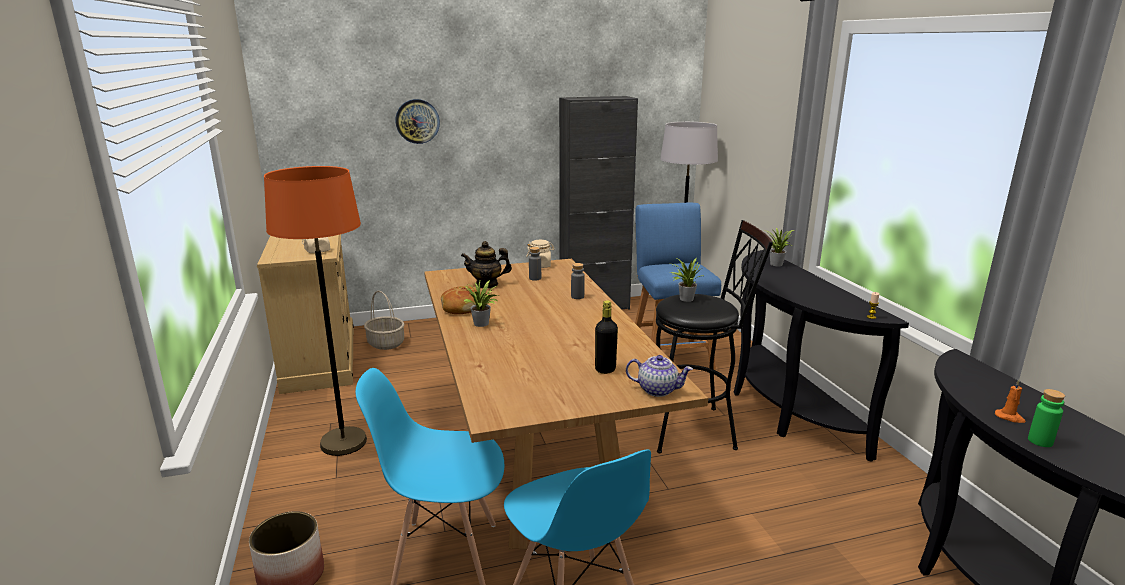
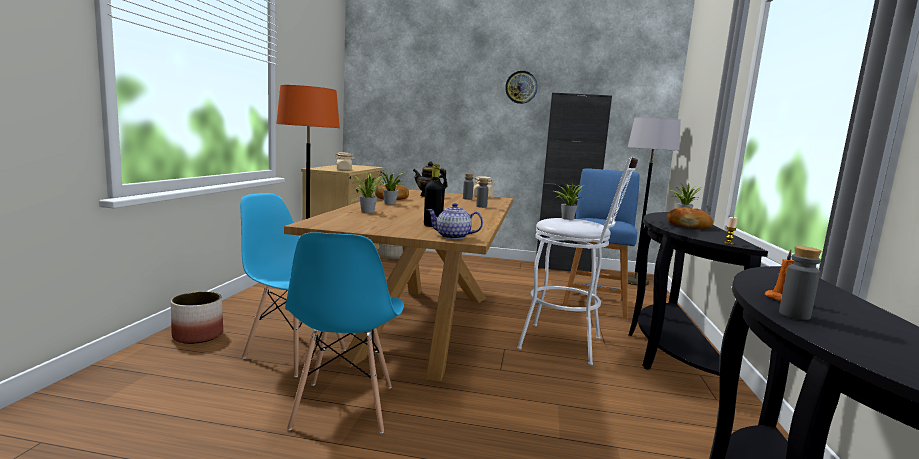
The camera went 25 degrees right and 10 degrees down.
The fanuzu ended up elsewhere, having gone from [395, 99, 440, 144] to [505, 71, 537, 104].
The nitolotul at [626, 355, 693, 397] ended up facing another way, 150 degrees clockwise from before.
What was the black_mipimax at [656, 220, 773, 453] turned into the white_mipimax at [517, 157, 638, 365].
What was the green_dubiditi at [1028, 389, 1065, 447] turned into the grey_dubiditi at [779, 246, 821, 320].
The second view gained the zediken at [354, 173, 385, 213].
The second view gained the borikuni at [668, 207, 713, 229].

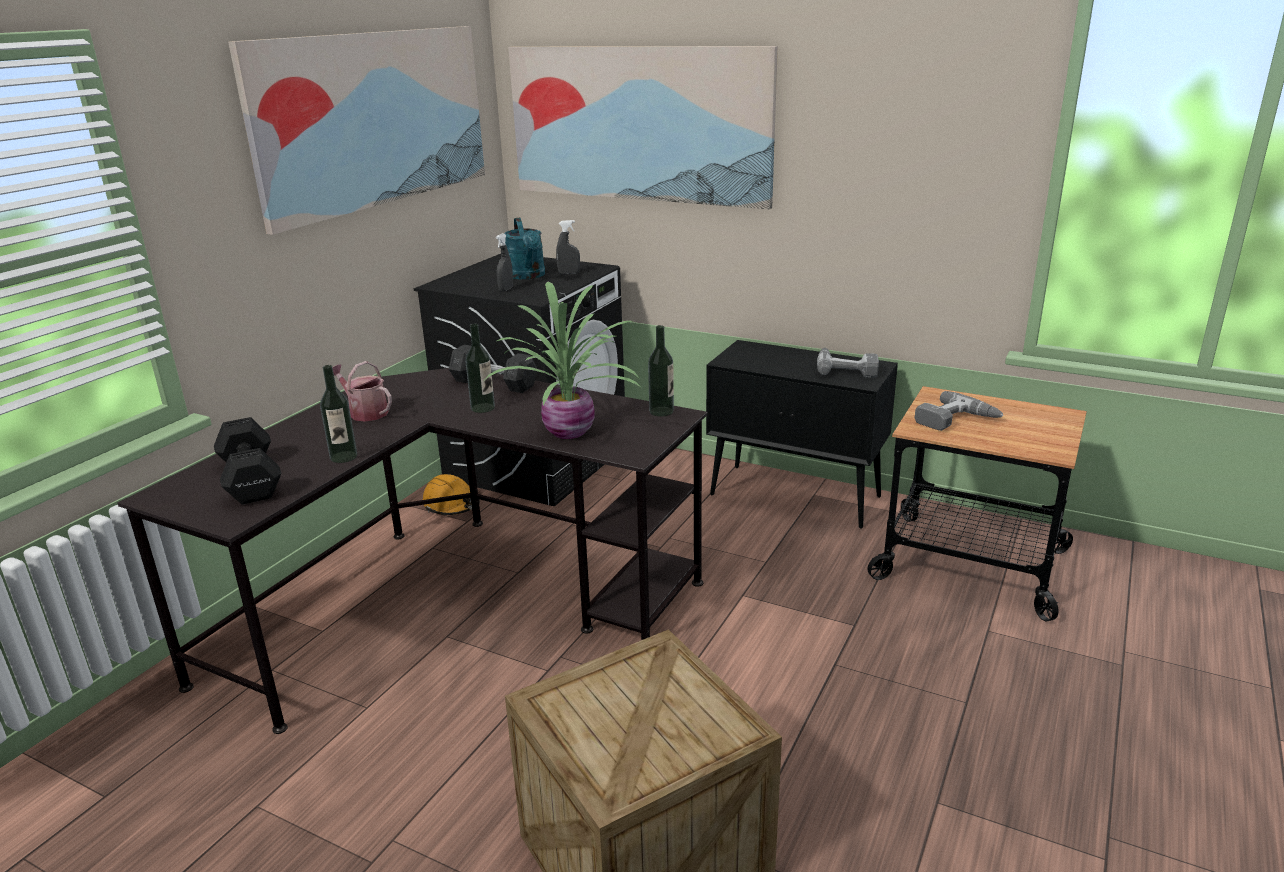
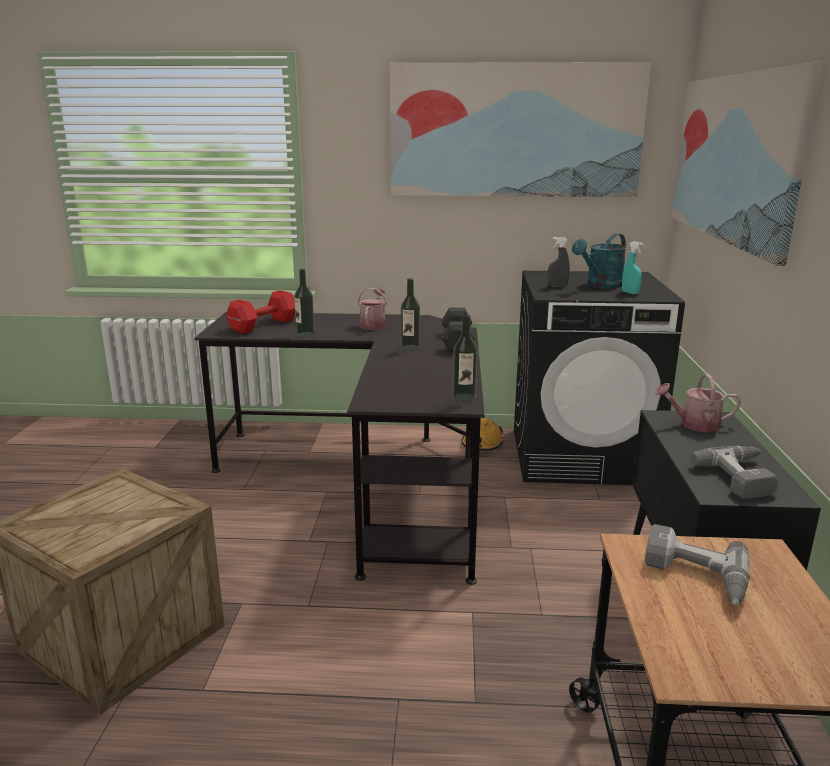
The camera went 65 degrees right and 5 degrees down.
What was the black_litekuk at [214, 417, 282, 505] turned into the red_litekuk at [226, 290, 295, 333].
The second view lost the zediken at [485, 281, 642, 439].
What was the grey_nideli at [556, 220, 580, 274] turned into the turquoise_nideli at [622, 241, 643, 294].
The second view gained the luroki at [655, 373, 741, 433].

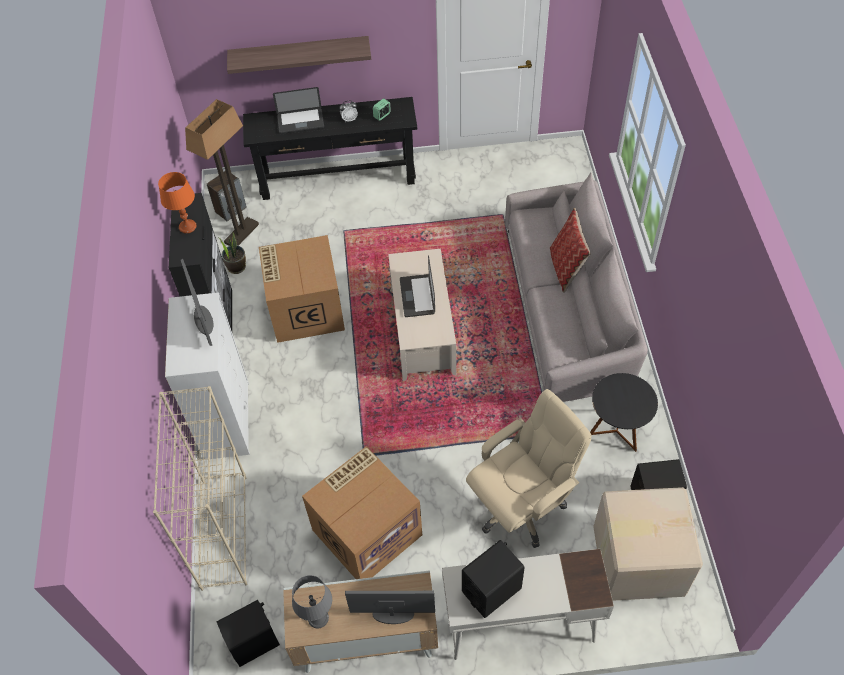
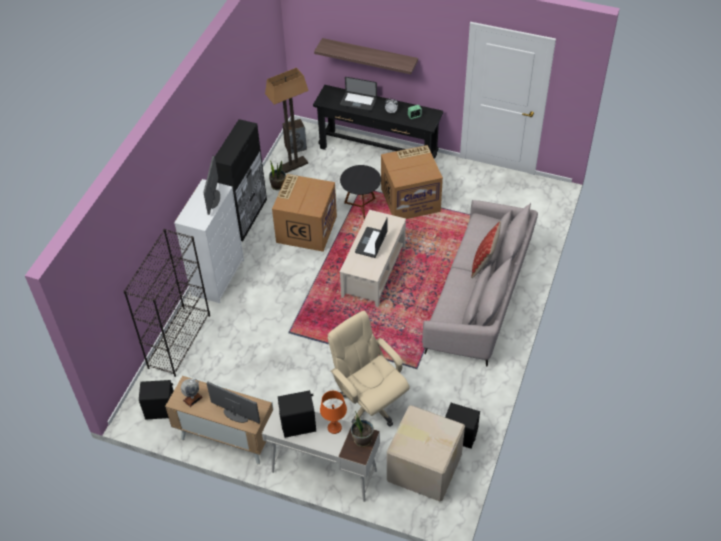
The camera went 25 degrees right and 5 degrees down.
What was the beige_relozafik at [153, 386, 247, 591] turned into the black_relozafik at [124, 229, 210, 377].
The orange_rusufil ended up elsewhere, having gone from [158, 172, 196, 234] to [320, 391, 347, 434].
Where the grey_rusufil stood at [292, 575, 332, 628], the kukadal came to stand at [181, 379, 203, 407].
The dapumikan ended up elsewhere, having gone from [302, 446, 422, 579] to [381, 145, 443, 219].
The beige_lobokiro at [466, 389, 592, 548] ended up facing another way, 120 degrees counterclockwise from before.
The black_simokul ended up elsewhere, having gone from [590, 373, 658, 452] to [340, 165, 381, 220].
The second view gained the zediken at [351, 411, 374, 447].

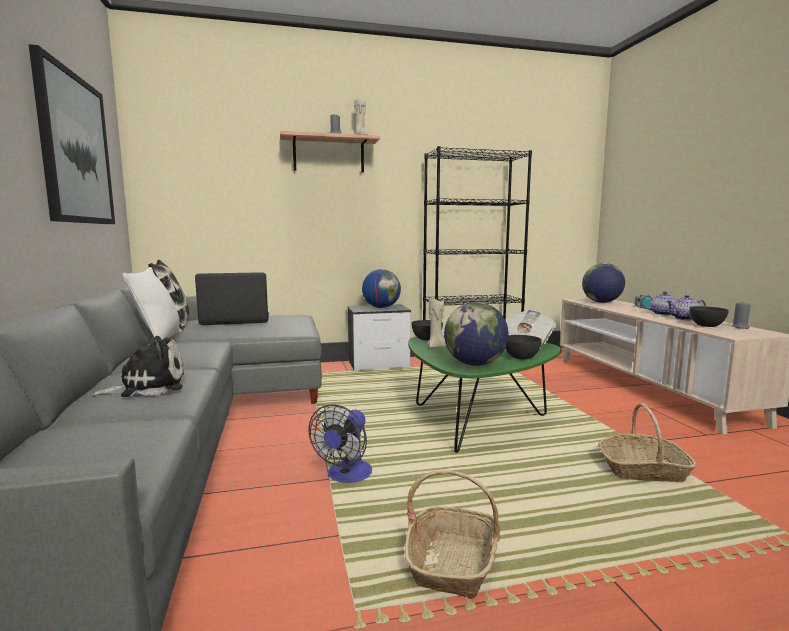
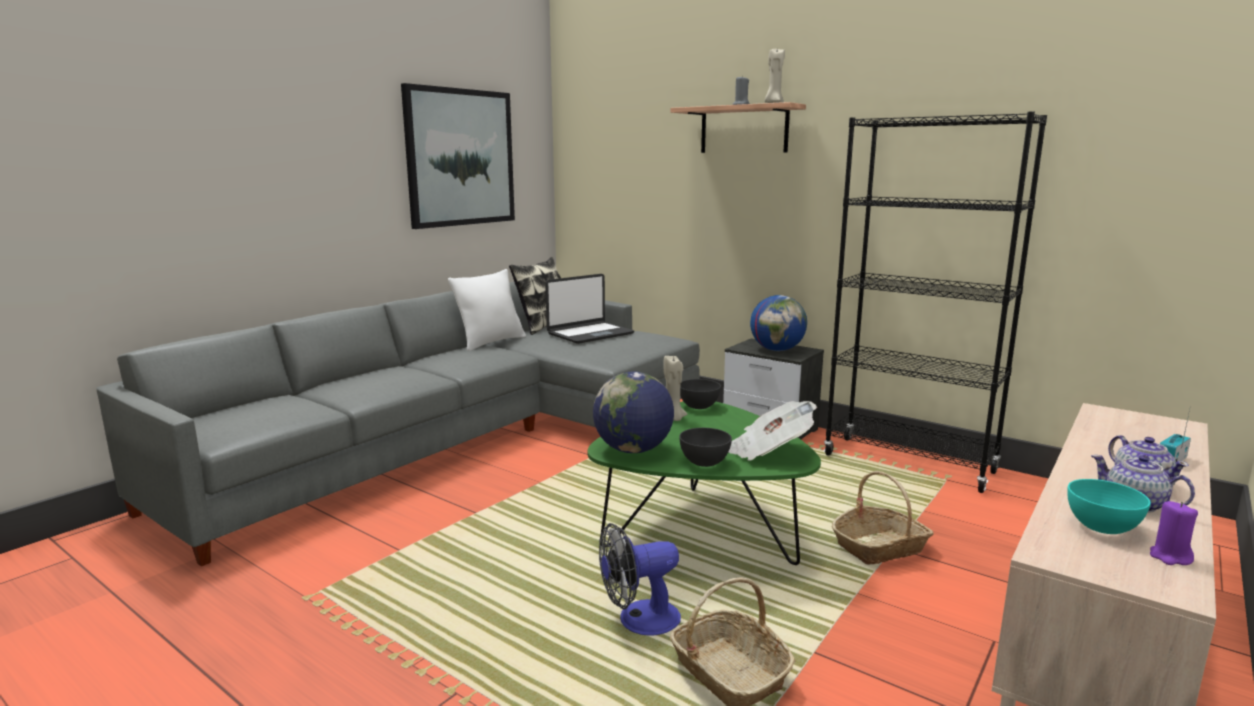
The camera went 50 degrees right and 5 degrees up.
The second view lost the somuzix at [91, 336, 184, 397].
The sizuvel at [195, 272, 269, 325] ended up facing another way, 105 degrees clockwise from before.
The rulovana ended up elsewhere, having gone from [308, 404, 372, 483] to [599, 523, 681, 636].
The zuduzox ended up elsewhere, having gone from [405, 470, 500, 599] to [832, 471, 934, 565].
The second view lost the kukadal at [582, 263, 625, 303].
What was the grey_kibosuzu at [690, 306, 729, 327] turned into the turquoise_kibosuzu at [1067, 479, 1151, 534].
What was the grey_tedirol at [731, 301, 751, 329] turned into the purple_tedirol at [1150, 501, 1198, 565].

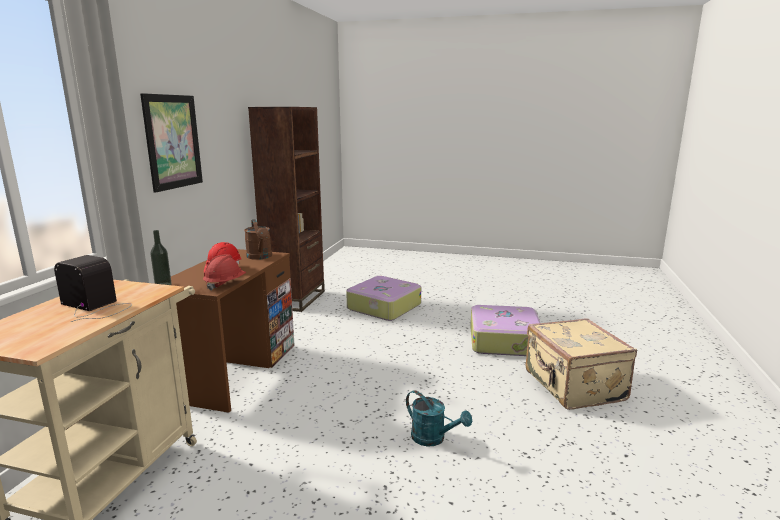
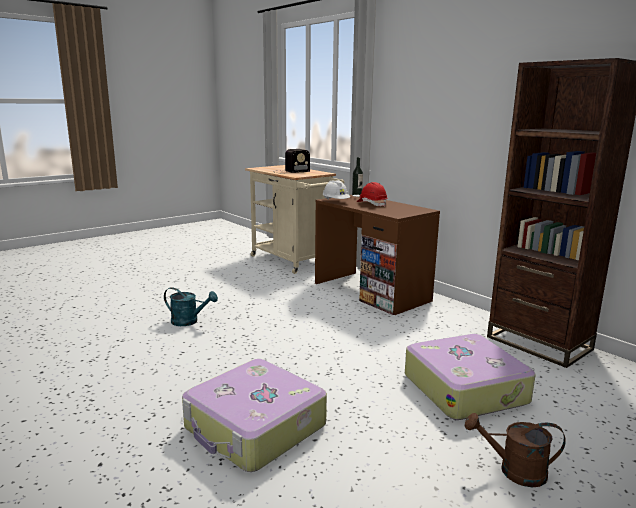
The camera went 125 degrees right and 0 degrees up.
The second view lost the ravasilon at [140, 93, 203, 193].
What was the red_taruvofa at [203, 254, 246, 290] turned into the white_taruvofa at [322, 180, 350, 200].
The brown_luroki ended up elsewhere, having gone from [244, 219, 272, 260] to [465, 413, 566, 487].
The turquoise_luroki at [406, 390, 472, 447] ended up facing another way, 150 degrees counterclockwise from before.
The second view lost the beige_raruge at [526, 318, 637, 410].

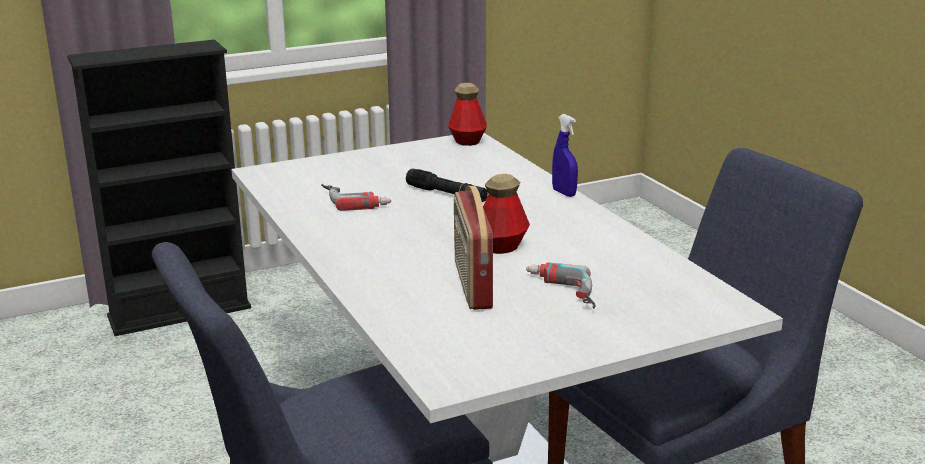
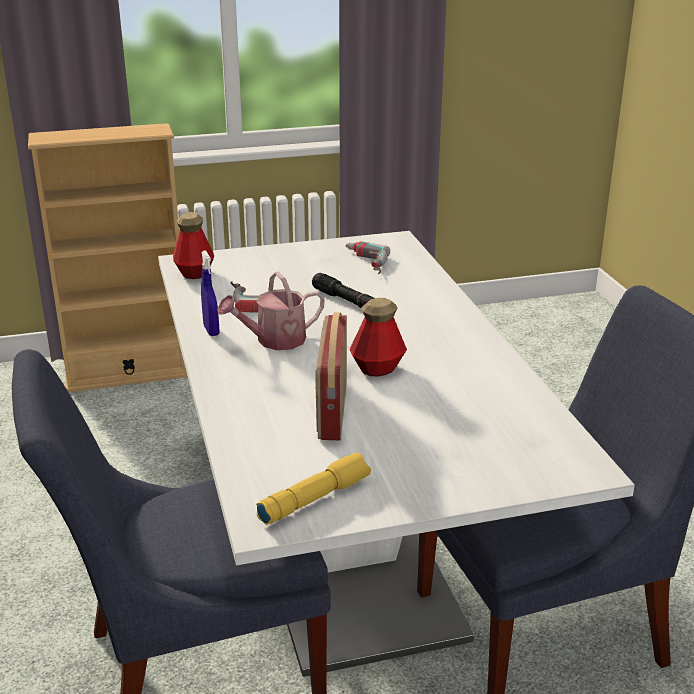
The camera went 10 degrees right and 5 degrees up.
What was the black_relozafik at [67, 40, 251, 336] turned into the beige_relozafik at [28, 123, 188, 392].
The dubiditi ended up elsewhere, having gone from [448, 83, 487, 146] to [173, 212, 214, 279].
The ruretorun ended up elsewhere, having gone from [526, 262, 596, 309] to [345, 241, 390, 274].
The blue_nideli ended up elsewhere, having gone from [552, 114, 578, 197] to [201, 250, 219, 336].
The second view gained the luroki at [217, 272, 325, 350].
The second view gained the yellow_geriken at [256, 453, 371, 525].

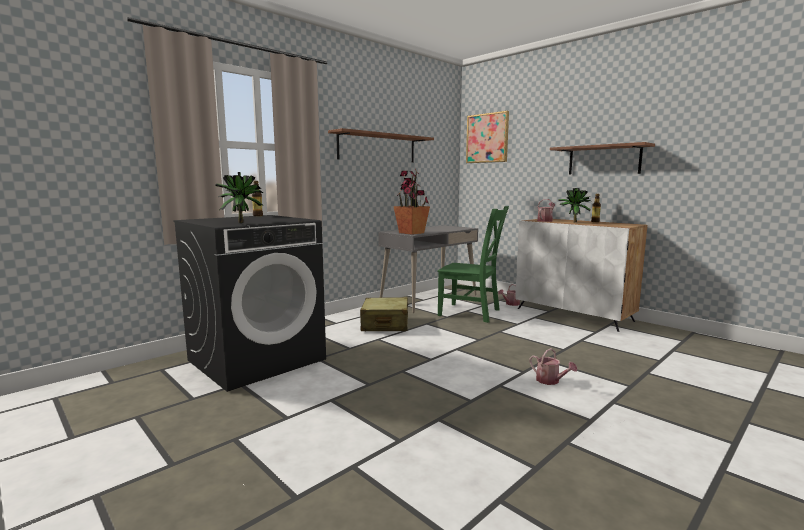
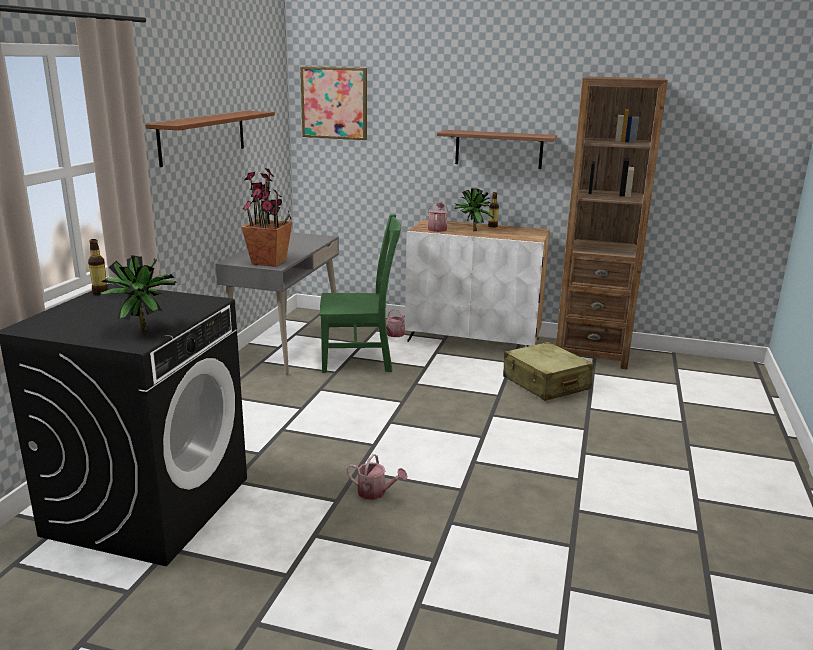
The camera went 30 degrees left and 10 degrees up.
The beige_raruge ended up elsewhere, having gone from [360, 297, 408, 331] to [503, 342, 594, 401].
The luroki ended up elsewhere, having gone from [530, 348, 578, 385] to [347, 454, 408, 500].
The second view gained the brown_relozafik at [556, 76, 668, 369].

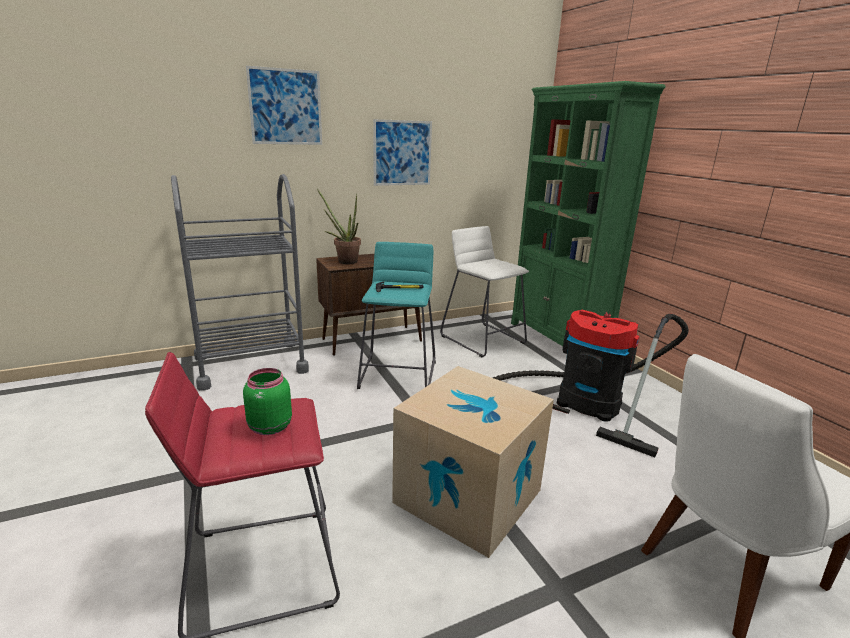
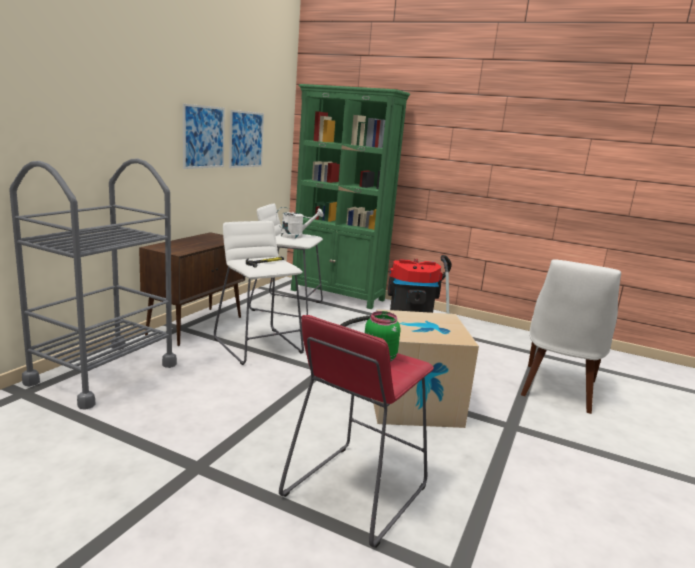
The camera went 40 degrees left and 5 degrees down.
The ravasilon ended up elsewhere, having gone from [246, 66, 322, 145] to [229, 110, 264, 168].
The second view lost the zediken at [317, 189, 361, 264].
What was the turquoise_mipimax at [357, 242, 436, 389] turned into the white_mipimax at [214, 221, 304, 365].
The second view gained the white_luroki at [276, 207, 324, 239].

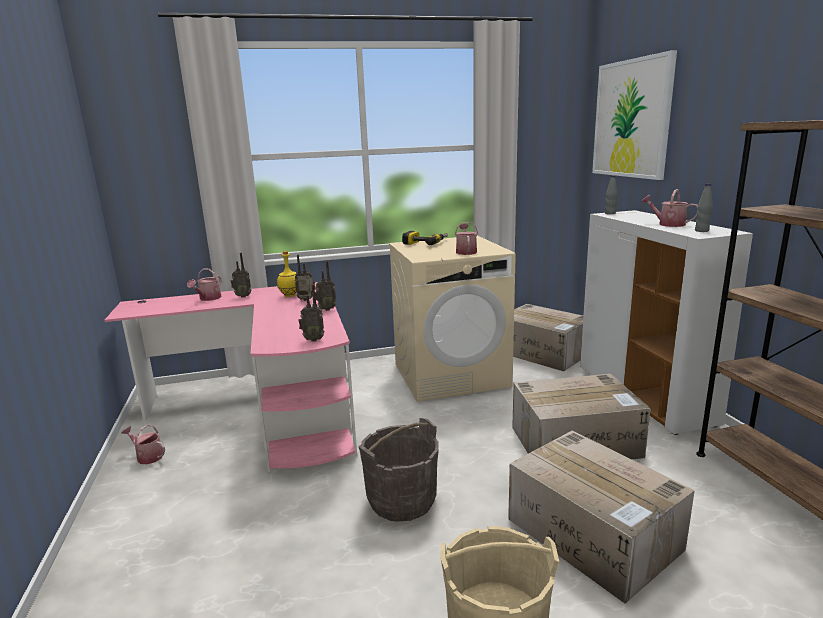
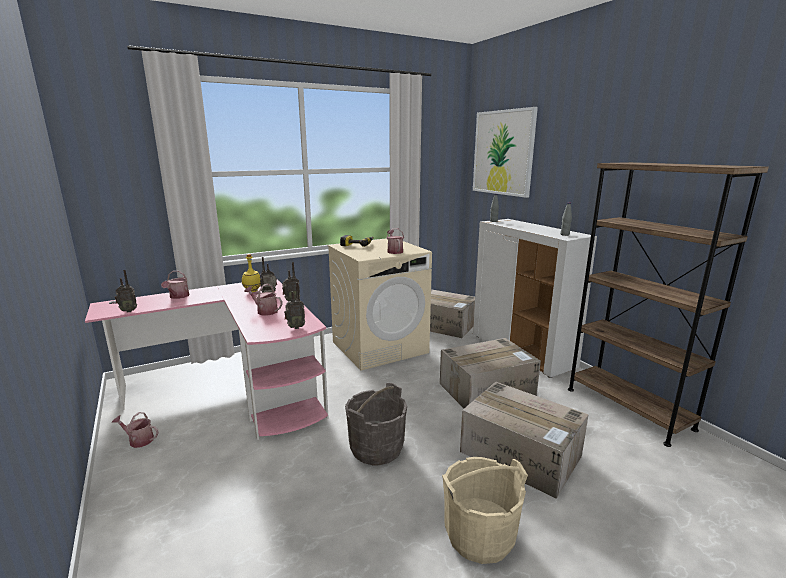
The camera went 15 degrees left and 0 degrees up.
The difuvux ended up elsewhere, having gone from [231, 253, 251, 298] to [114, 270, 137, 312].
The luroki ended up elsewhere, having gone from [641, 189, 698, 227] to [244, 284, 282, 316].

